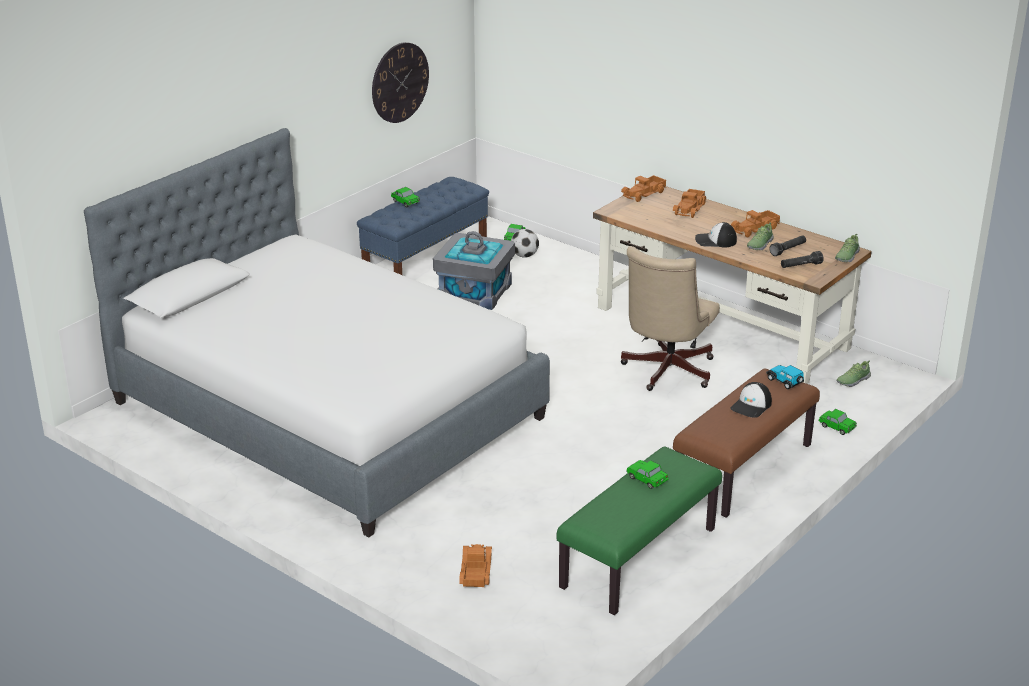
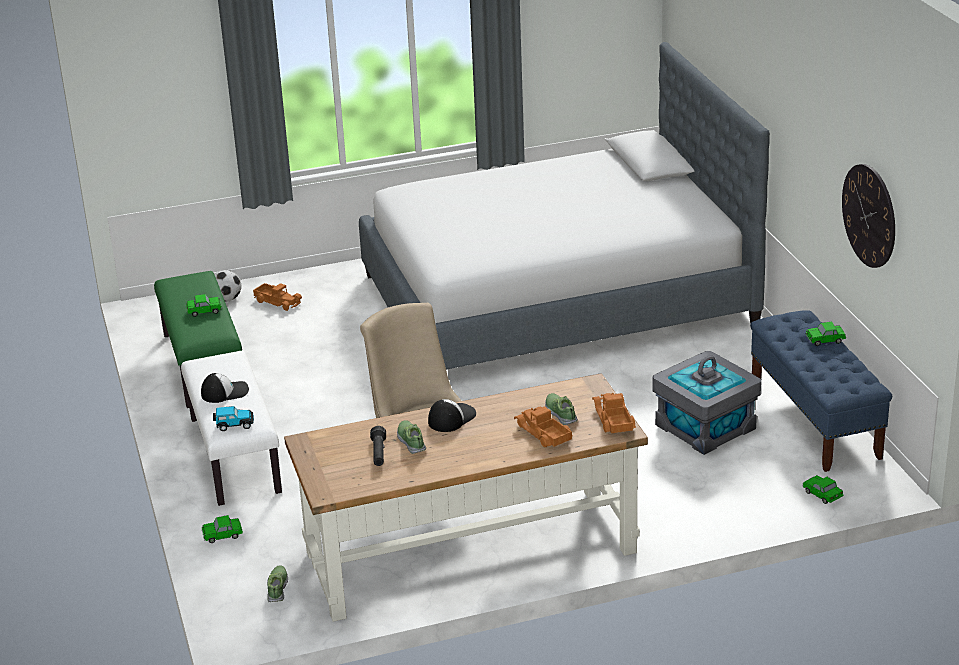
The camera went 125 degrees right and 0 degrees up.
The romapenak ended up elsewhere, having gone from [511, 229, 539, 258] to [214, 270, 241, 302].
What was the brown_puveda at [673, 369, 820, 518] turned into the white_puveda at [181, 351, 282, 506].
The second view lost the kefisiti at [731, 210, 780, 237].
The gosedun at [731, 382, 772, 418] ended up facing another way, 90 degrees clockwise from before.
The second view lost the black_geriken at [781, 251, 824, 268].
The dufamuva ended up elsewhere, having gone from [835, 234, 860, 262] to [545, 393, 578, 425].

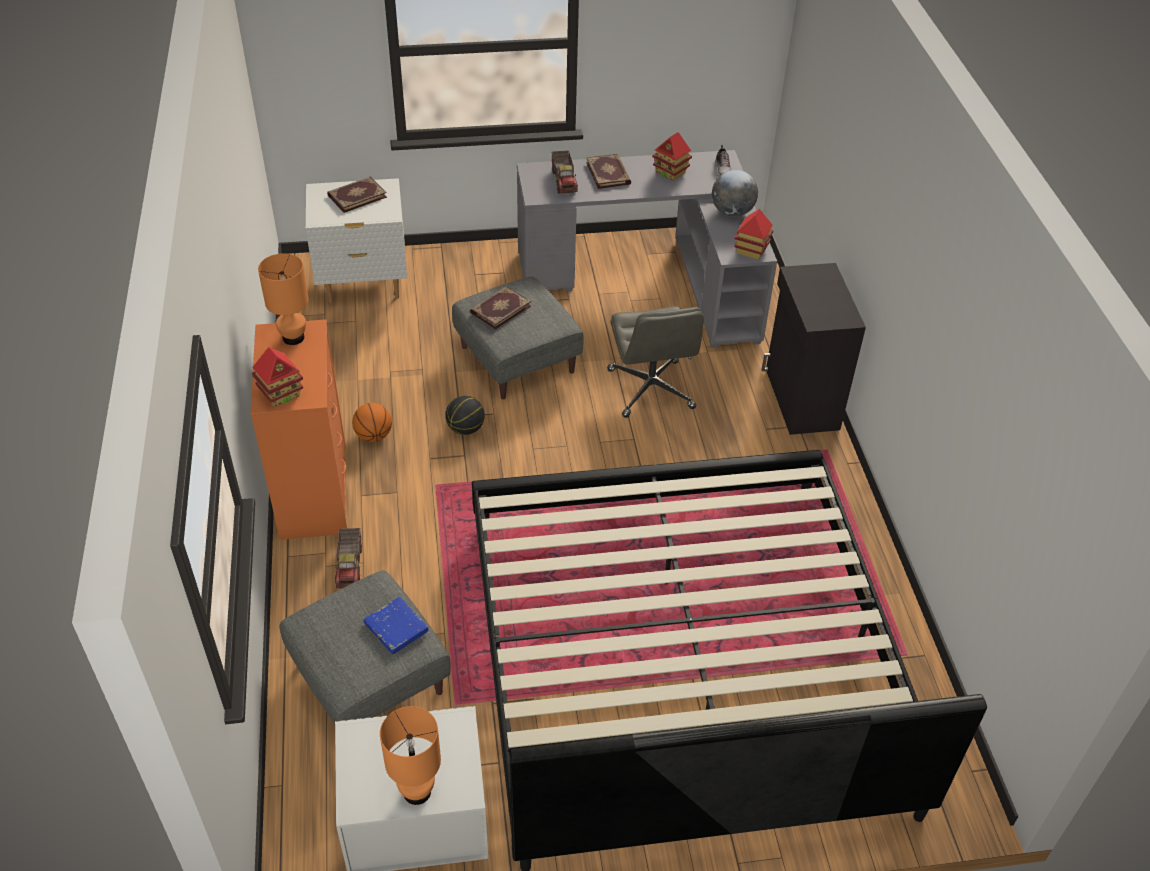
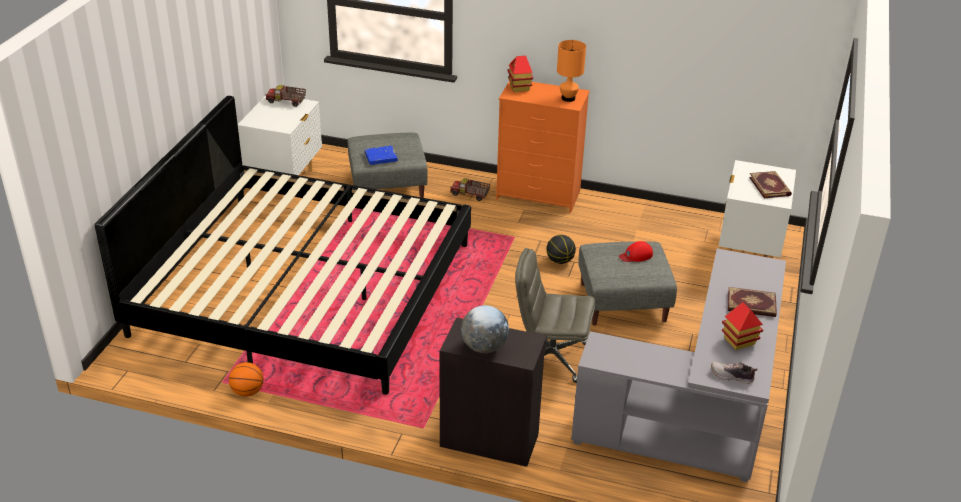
The camera went 115 degrees right and 10 degrees down.
The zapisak ended up elsewhere, having gone from [352, 403, 392, 442] to [229, 362, 264, 397].
The second view lost the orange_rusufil at [380, 706, 441, 805].
Where the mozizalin stood at [470, 286, 531, 330], the red_gosedun came to stand at [619, 241, 653, 262].
The kefisiti ended up elsewhere, having gone from [552, 150, 578, 193] to [266, 85, 306, 107].
The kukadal ended up elsewhere, having gone from [712, 170, 758, 217] to [461, 305, 509, 353].
The second view lost the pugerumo at [734, 209, 773, 260].

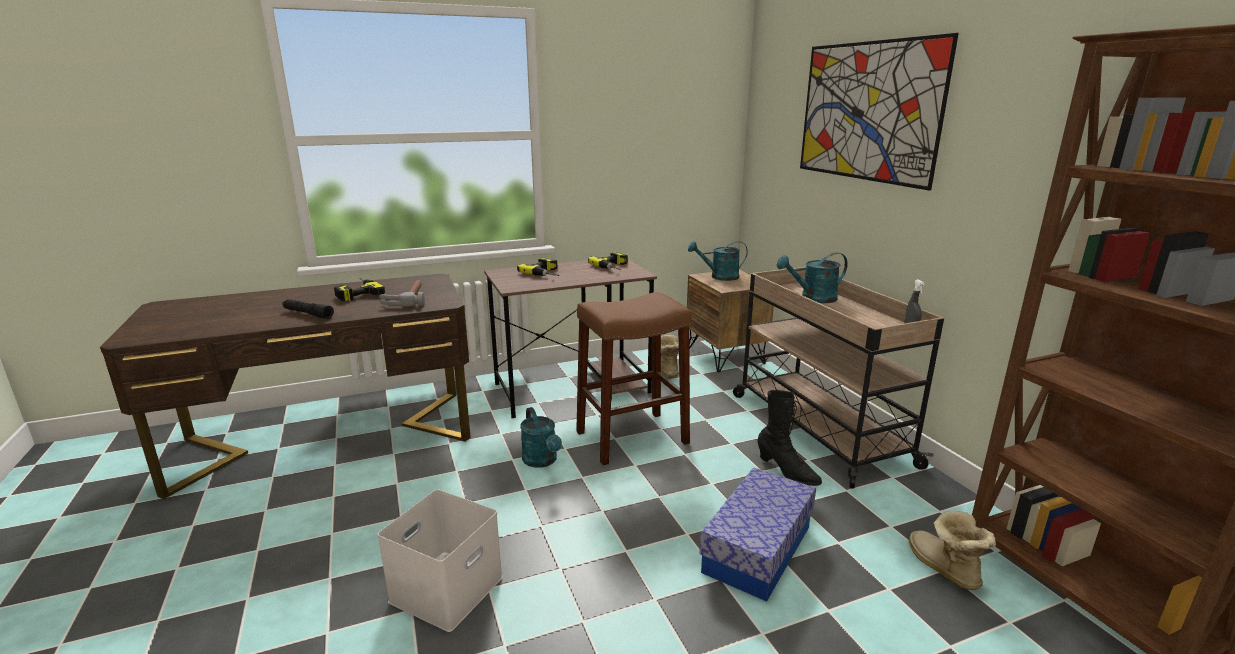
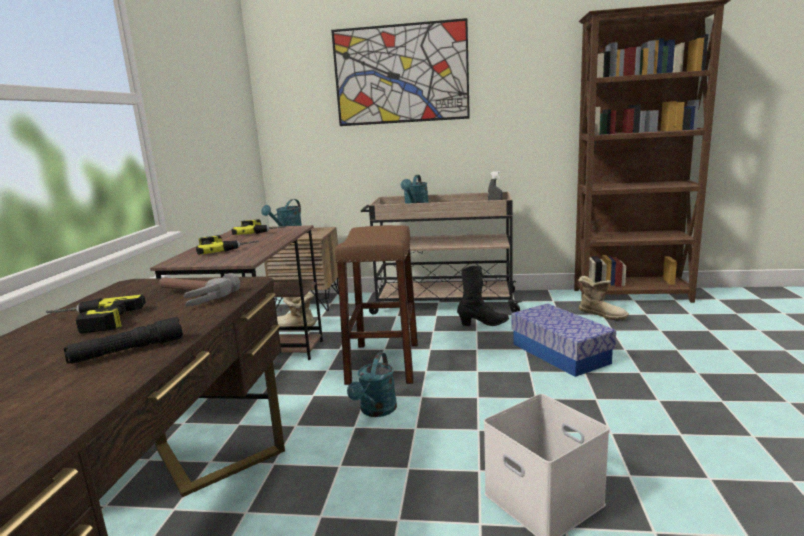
The camera went 60 degrees left and 5 degrees down.
The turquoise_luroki at [520, 407, 562, 468] ended up facing another way, 105 degrees clockwise from before.
The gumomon at [908, 511, 996, 590] ended up facing another way, 150 degrees counterclockwise from before.

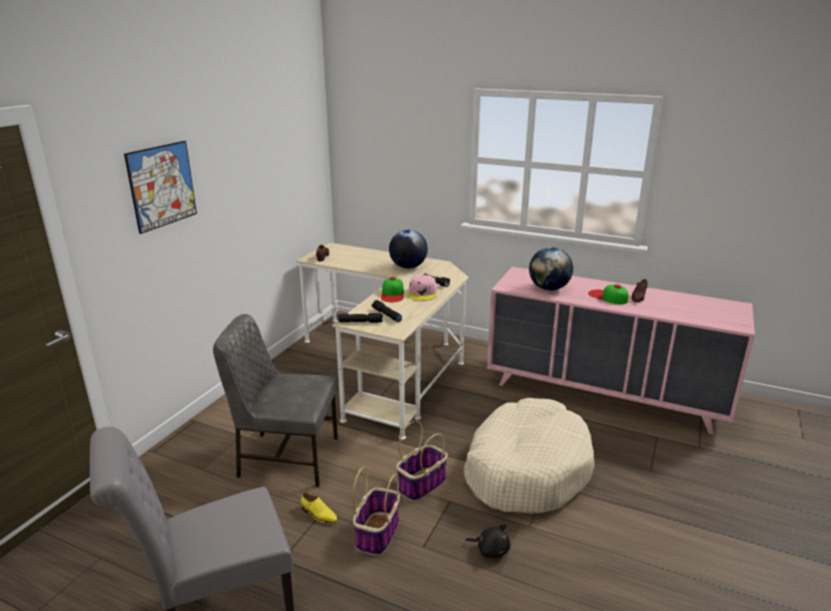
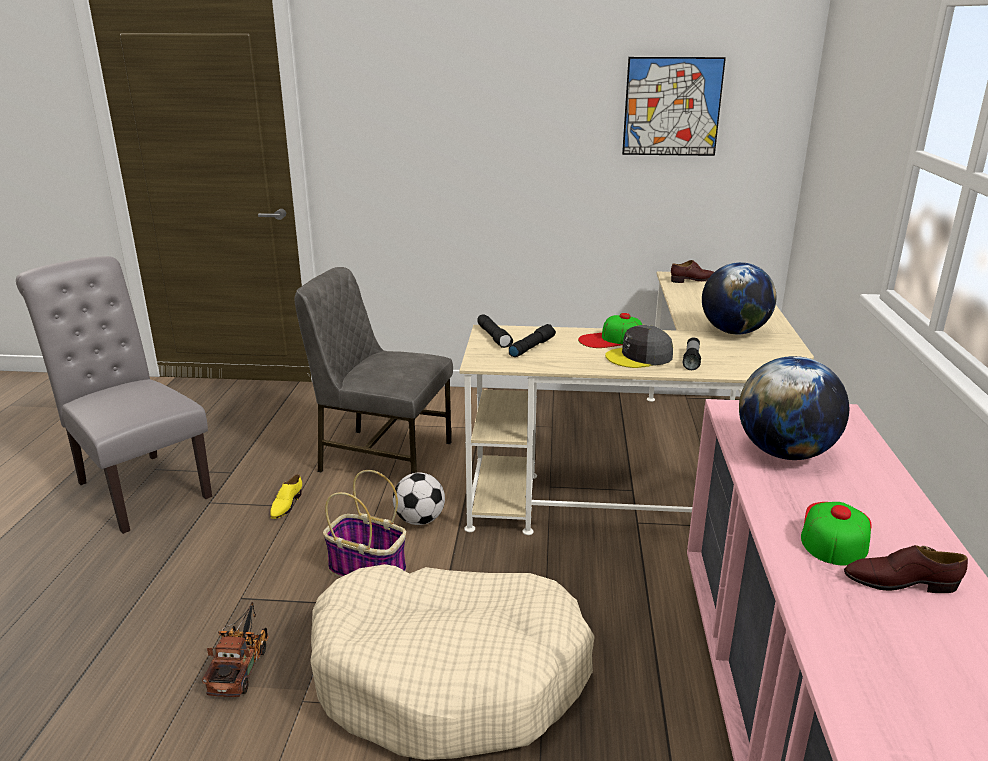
The camera went 70 degrees right and 0 degrees up.
The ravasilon ended up elsewhere, having gone from [124, 141, 197, 234] to [622, 57, 726, 156].
The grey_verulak at [213, 314, 338, 487] ended up facing another way, 60 degrees counterclockwise from before.
The second view lost the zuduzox at [352, 466, 400, 556].
What was the pink_gosedun at [408, 275, 437, 301] turned into the grey_gosedun at [605, 325, 673, 368].
Where the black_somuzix stood at [466, 525, 510, 558], the kefisiti came to stand at [202, 602, 269, 697].
The second view gained the romapenak at [393, 473, 445, 525].

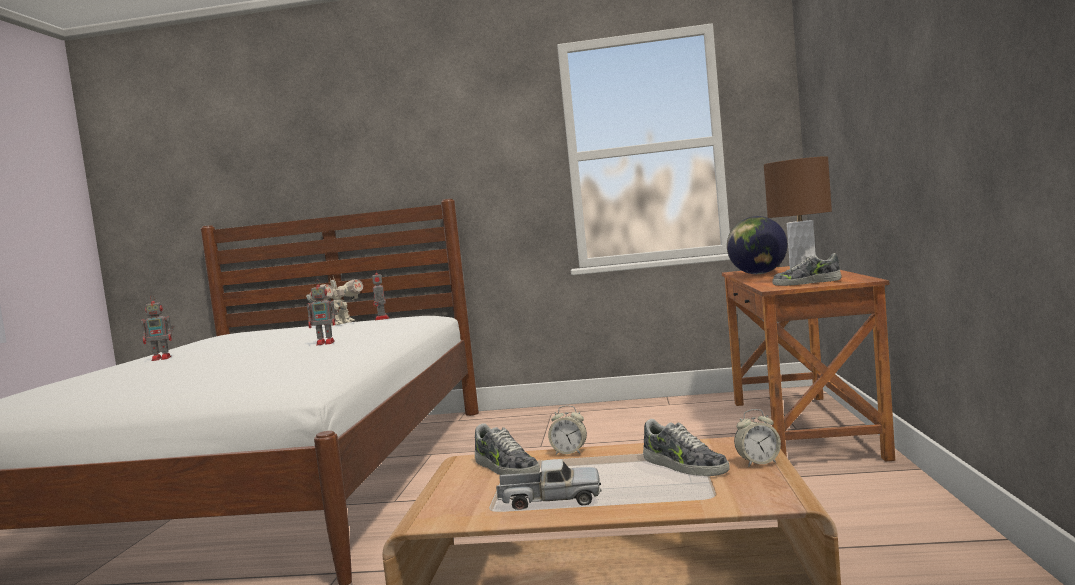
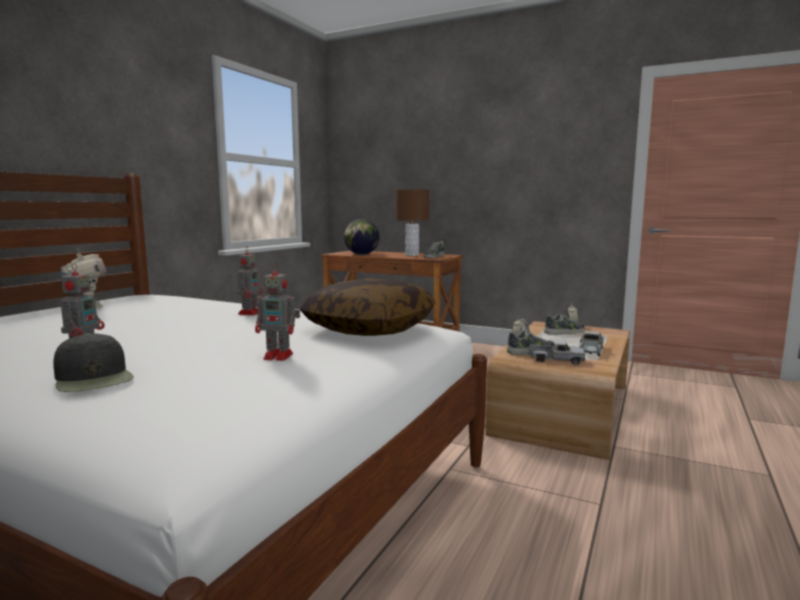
The camera went 70 degrees left and 5 degrees up.
The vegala ended up elsewhere, having gone from [372, 272, 389, 320] to [255, 263, 300, 361].
The second view gained the black_gosedun at [53, 333, 134, 392].
The second view gained the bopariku at [300, 278, 436, 336].
The second view gained the kefisiti at [528, 340, 585, 365].

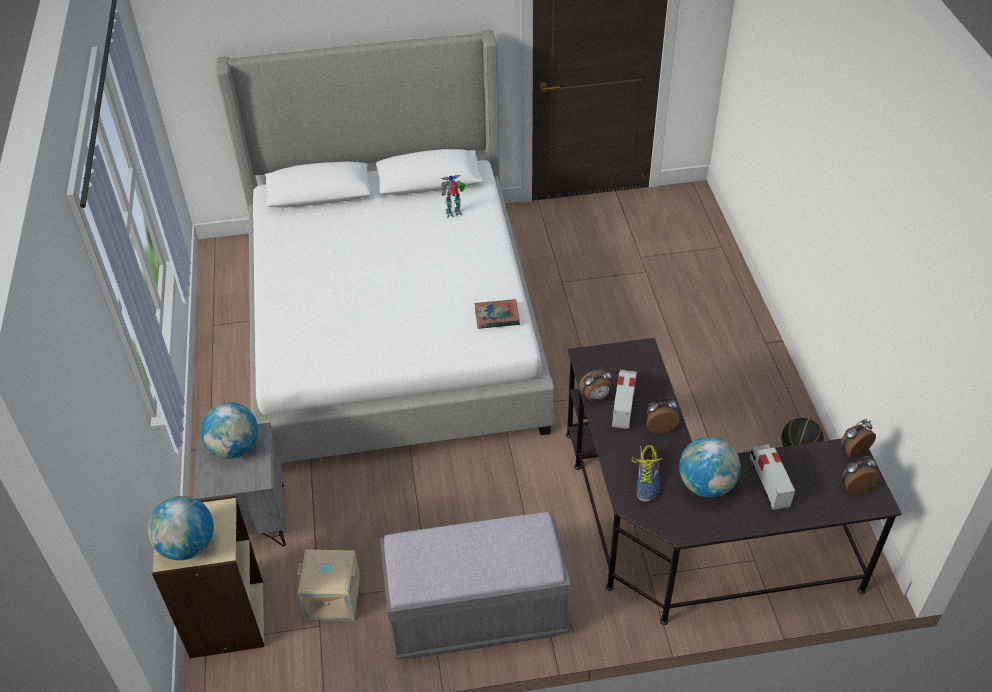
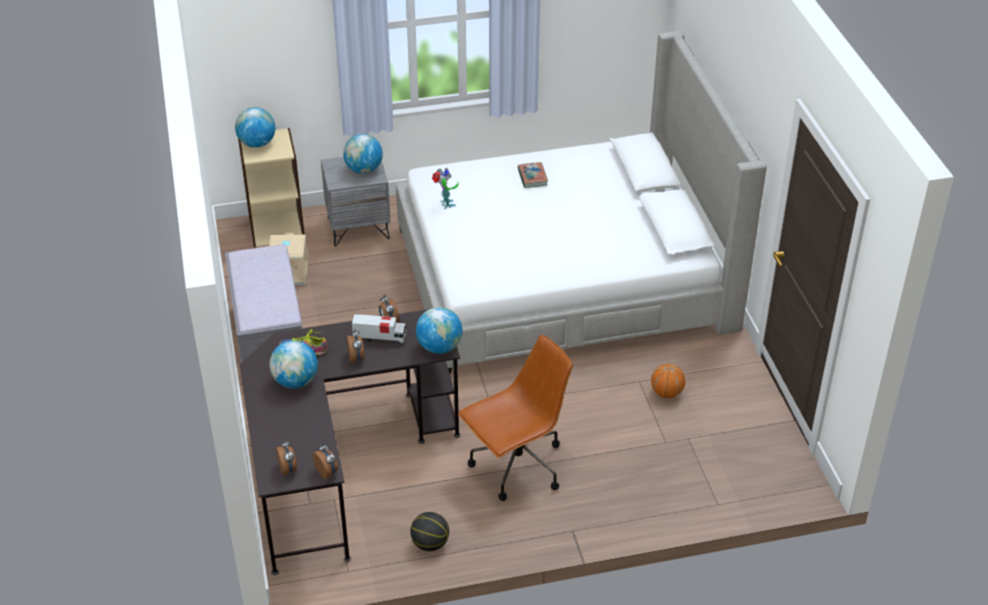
The camera went 85 degrees right and 5 degrees down.
The vegala ended up elsewhere, having gone from [441, 175, 465, 218] to [432, 168, 459, 209].
The mozizalin ended up elsewhere, having gone from [475, 299, 520, 329] to [518, 162, 548, 188].
The second view lost the kefisiti at [750, 444, 795, 510].
The second view gained the kukadal at [416, 307, 463, 354].
The second view gained the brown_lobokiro at [458, 335, 573, 501].
The second view gained the zapisak at [651, 364, 686, 398].

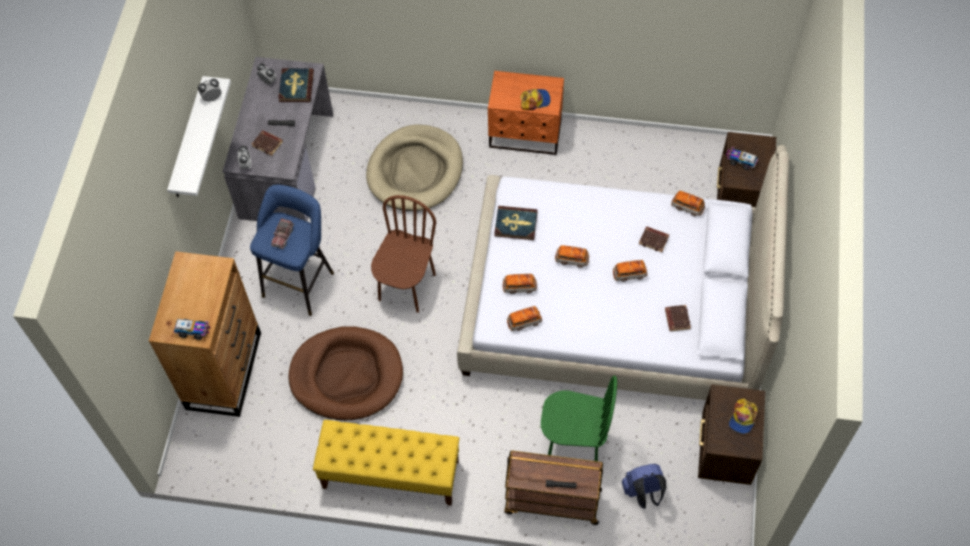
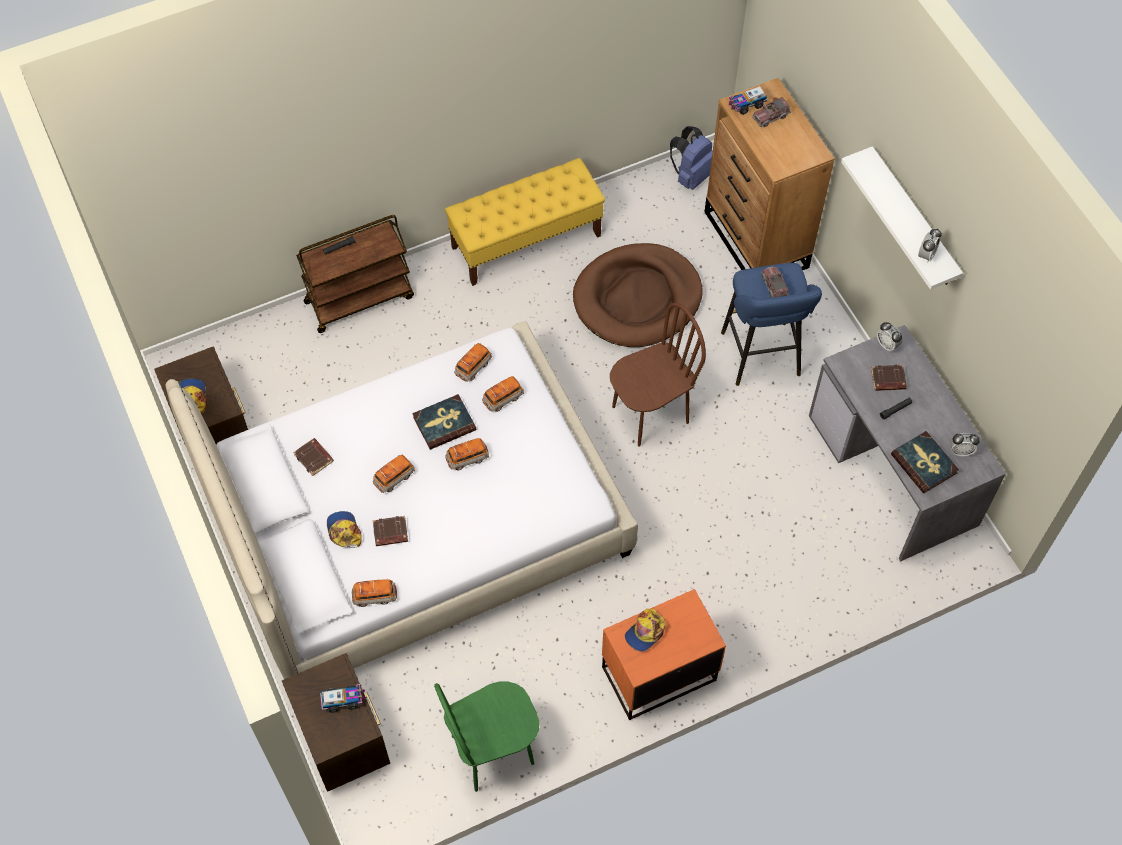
The camera went 145 degrees right and 0 degrees up.
The second view lost the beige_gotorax at [366, 124, 463, 211].
The brown_verulak at [371, 195, 436, 313] ended up facing another way, 105 degrees counterclockwise from before.
The mozizalin ended up elsewhere, having gone from [494, 206, 538, 240] to [412, 394, 476, 450].
The green_verulak ended up elsewhere, having gone from [541, 376, 617, 461] to [434, 682, 540, 792].
The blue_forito ended up elsewhere, having gone from [622, 464, 666, 509] to [670, 126, 713, 190].
The second view gained the gosedun at [327, 511, 362, 548].
The second view gained the kefisiti at [752, 97, 791, 127].

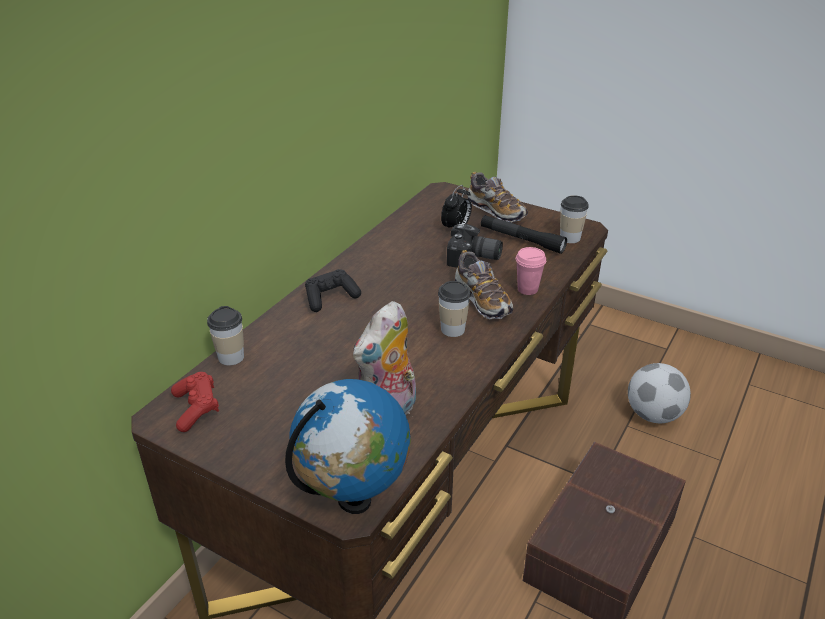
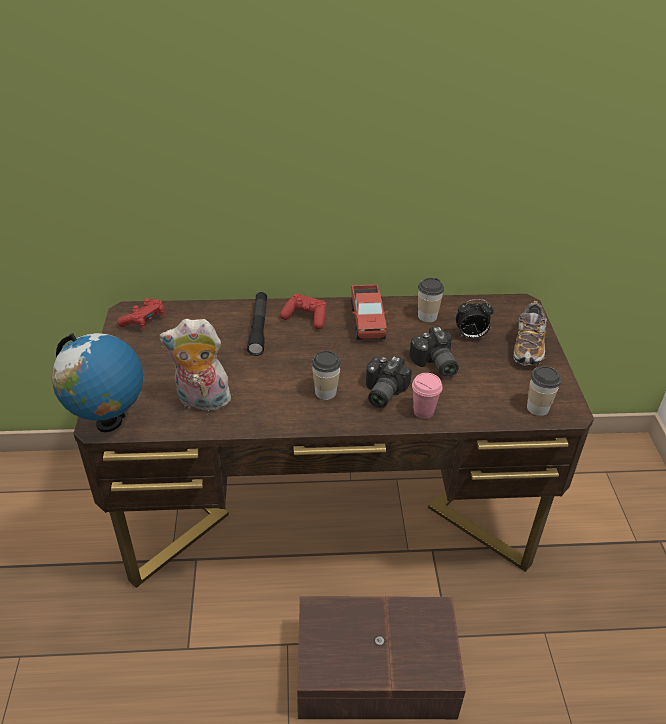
The camera went 55 degrees right and 5 degrees up.
The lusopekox ended up elsewhere, having gone from [207, 306, 244, 366] to [418, 278, 444, 323].
What was the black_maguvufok at [305, 269, 361, 312] turned into the red_maguvufok at [280, 294, 327, 330].
Where the dufamuva stood at [455, 250, 513, 320], the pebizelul came to stand at [366, 356, 412, 408].
The black_geriken ended up elsewhere, having gone from [481, 215, 567, 254] to [247, 292, 267, 356].
The second view lost the romapenak at [628, 363, 691, 423].
The second view gained the kefisiti at [351, 285, 388, 340].

